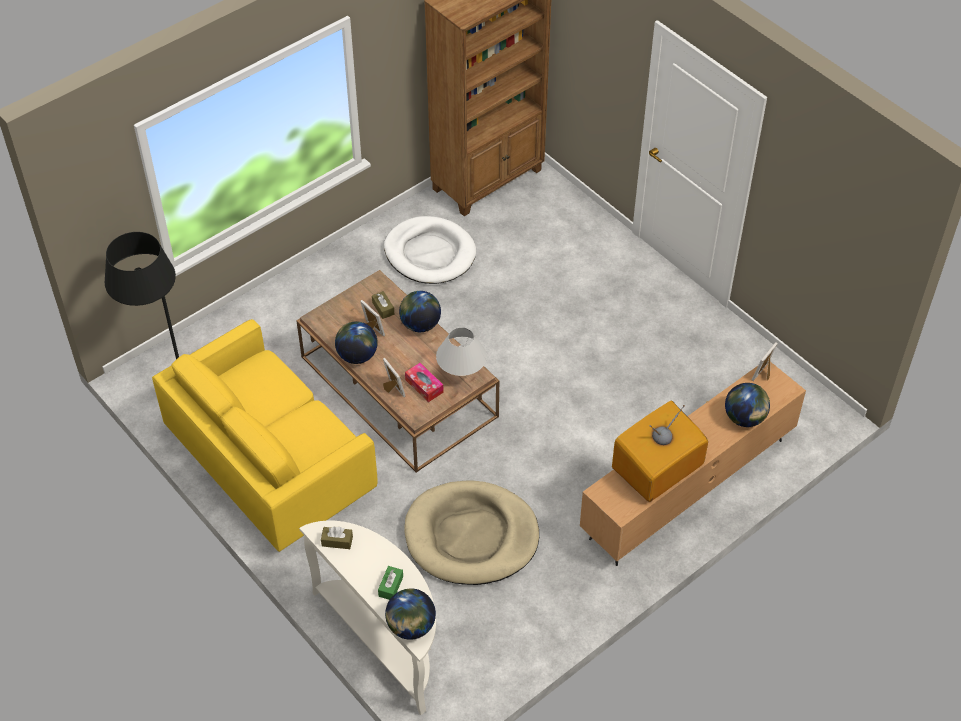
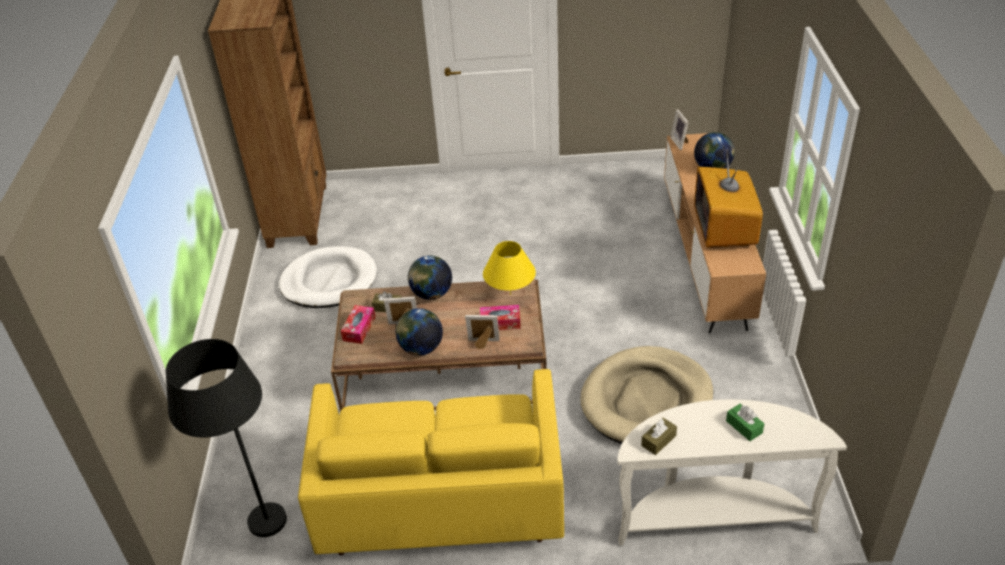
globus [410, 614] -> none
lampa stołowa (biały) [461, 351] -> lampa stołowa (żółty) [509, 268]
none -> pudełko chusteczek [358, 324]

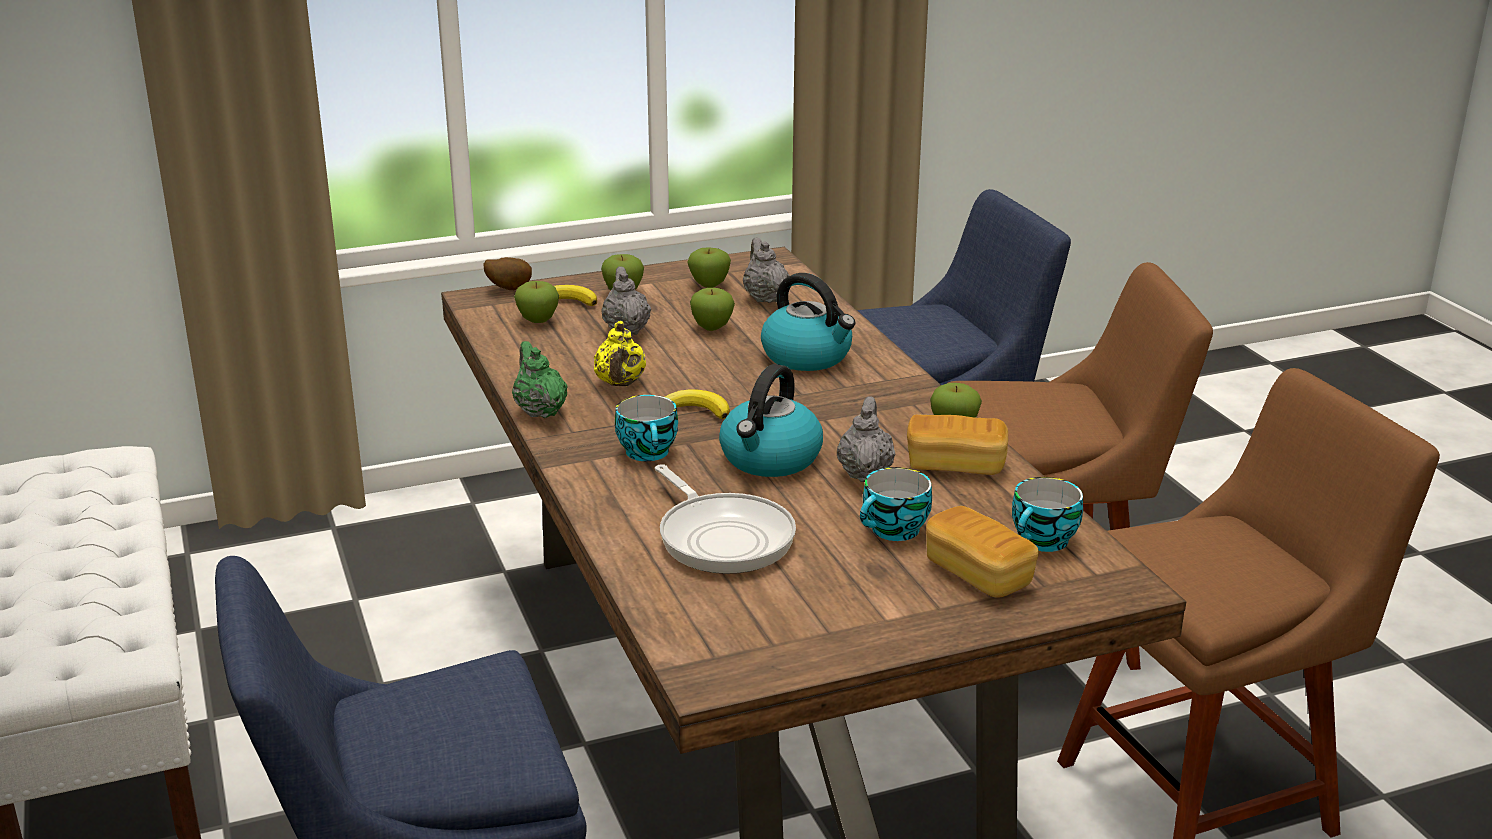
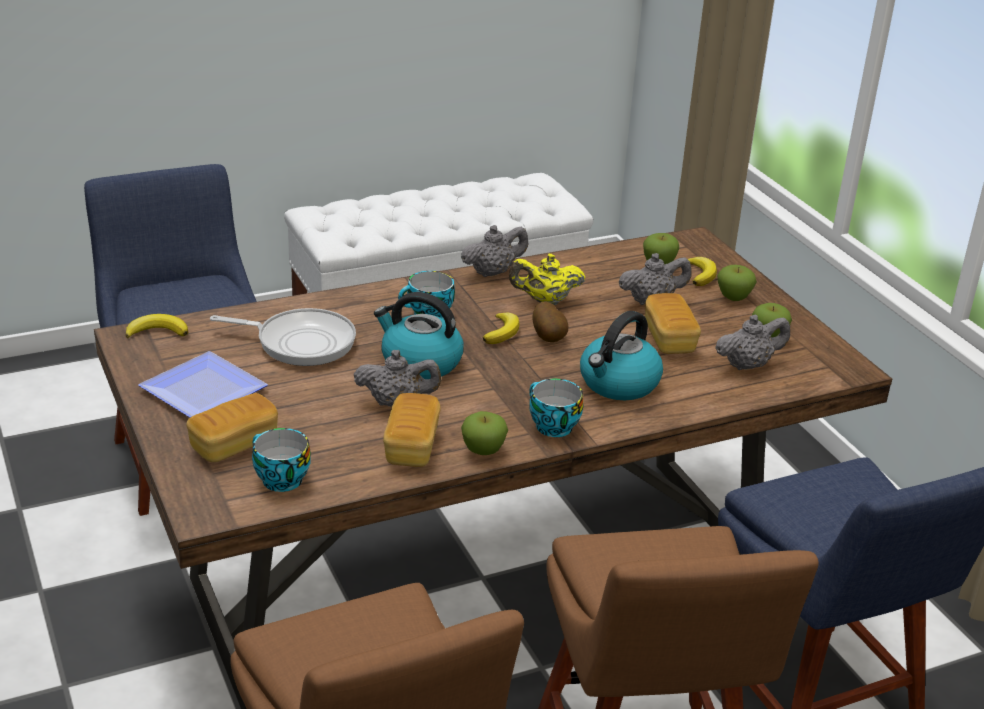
ziemniak [507, 273] -> ziemniak [550, 321], moved
imbryk (zielony) [540, 379] -> imbryk (szary) [494, 251]
patelnia [725, 519] -> patelnia [283, 337], 135 degrees counterclockwise
jabłko [712, 309] -> chleb [673, 323]
filiżanka [896, 504] -> filiżanka [556, 408], moved
none -> banan [157, 326]
none -> talerz [203, 384]

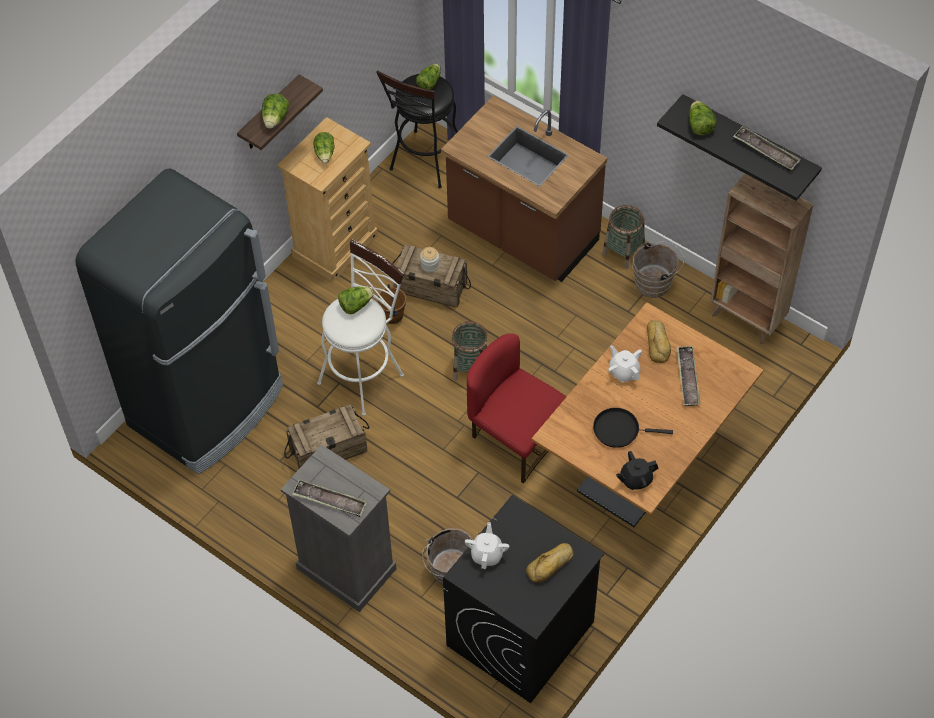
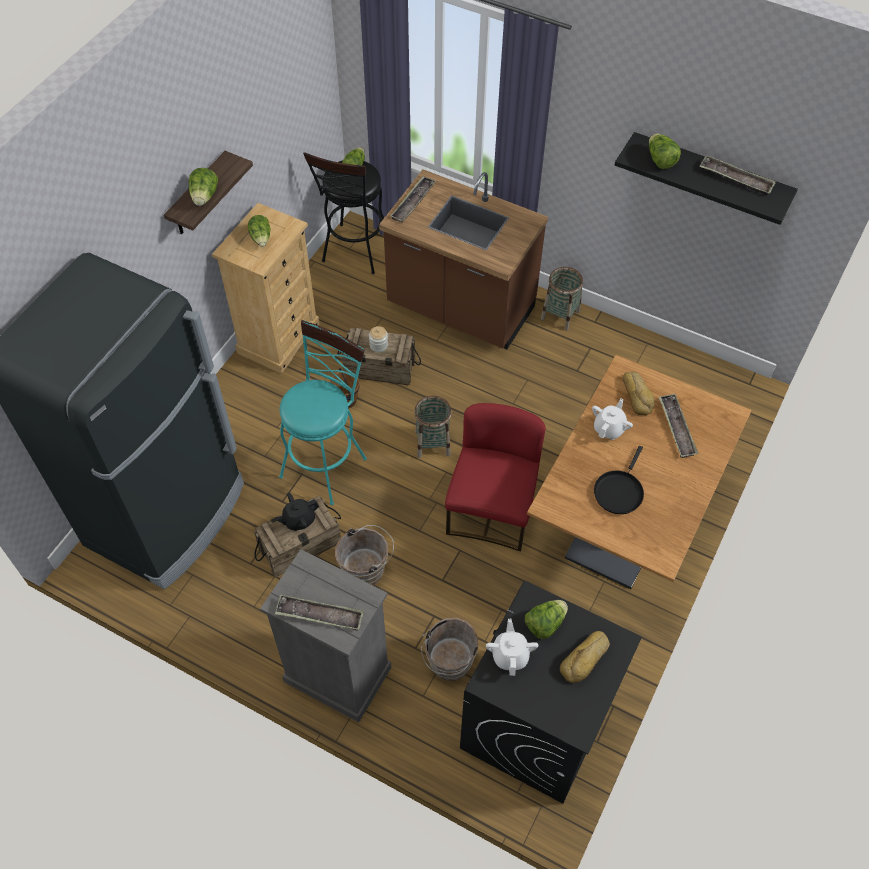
stołek (biały) [360, 327] -> stołek (turkusowy) [323, 412]
sałata [356, 300] -> sałata [546, 619], moved
krzesło (czerwony) [517, 408] -> krzesło (czerwony) [495, 477], 75 degrees clockwise
patelnia (czarny) [633, 428] -> patelnia (czarny) [619, 480], 60 degrees counterclockwise
imbryk (biały) [625, 363] -> imbryk (biały) [612, 419], 75 degrees clockwise
imbryk (czarny) [637, 470] -> imbryk (czarny) [297, 512], moved
wiadro (brązowy) [658, 270] -> wiadro (brązowy) [364, 555], moved
regał (brązowy) [761, 259] -> none
none -> taca [413, 199]

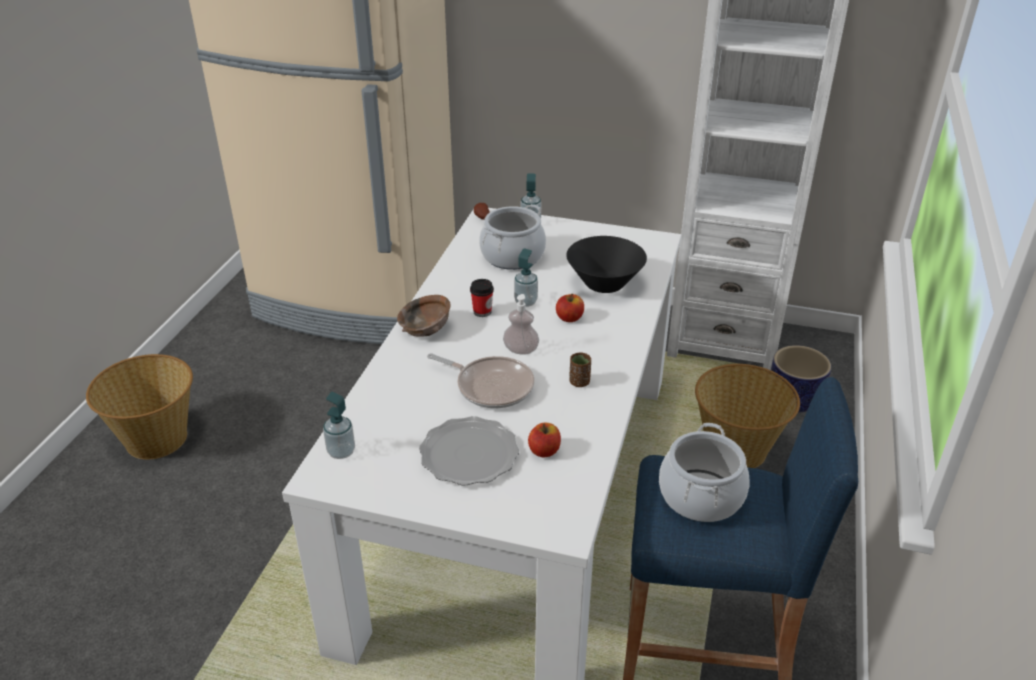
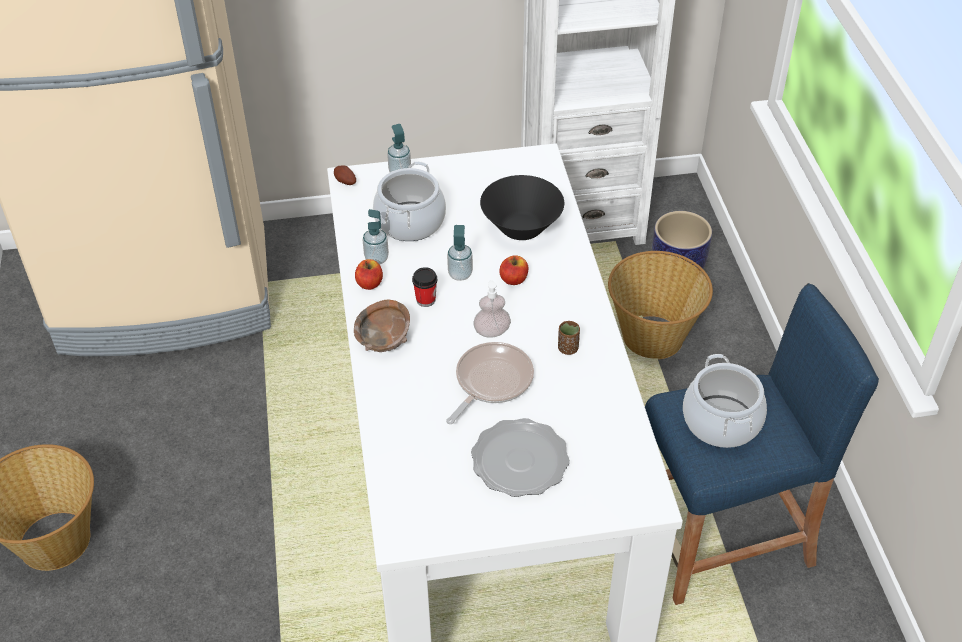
dozownik mydła [339, 425] -> dozownik mydła [376, 237], moved
patelnia [480, 380] -> patelnia [490, 383], 60 degrees counterclockwise
jabłko [544, 439] -> jabłko [369, 274], moved

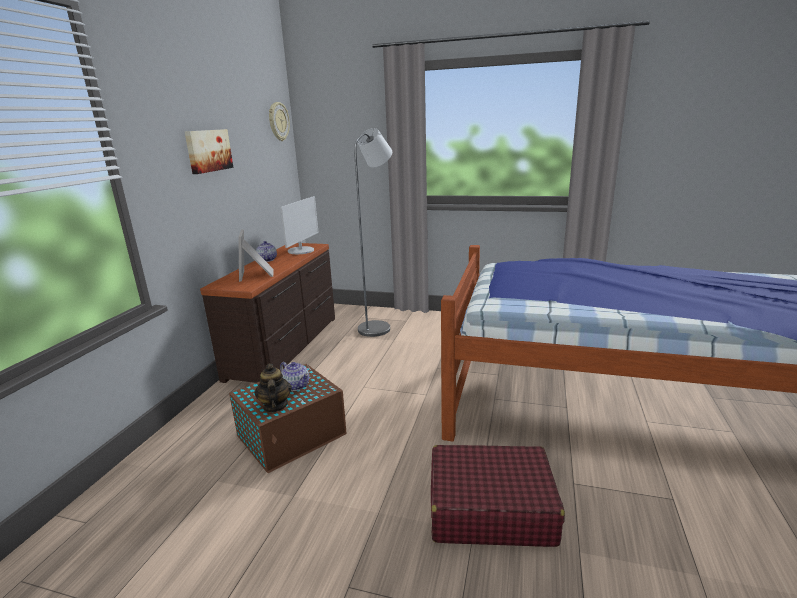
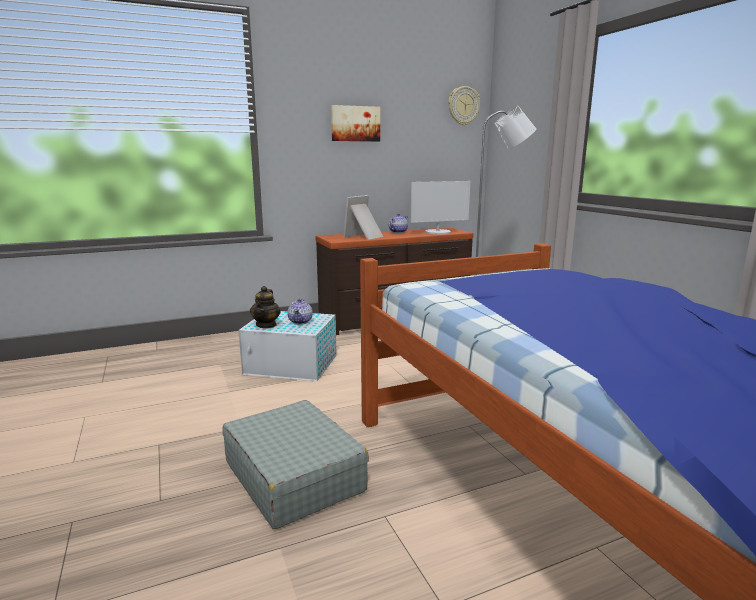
pojemnik do przechowywania (brązowy) [288, 418] -> pojemnik do przechowywania (biały) [287, 346]
imbryk [273, 388] -> imbryk [265, 307], 150 degrees clockwise
walizka (czerwony) [498, 496] -> walizka (szary) [296, 464]

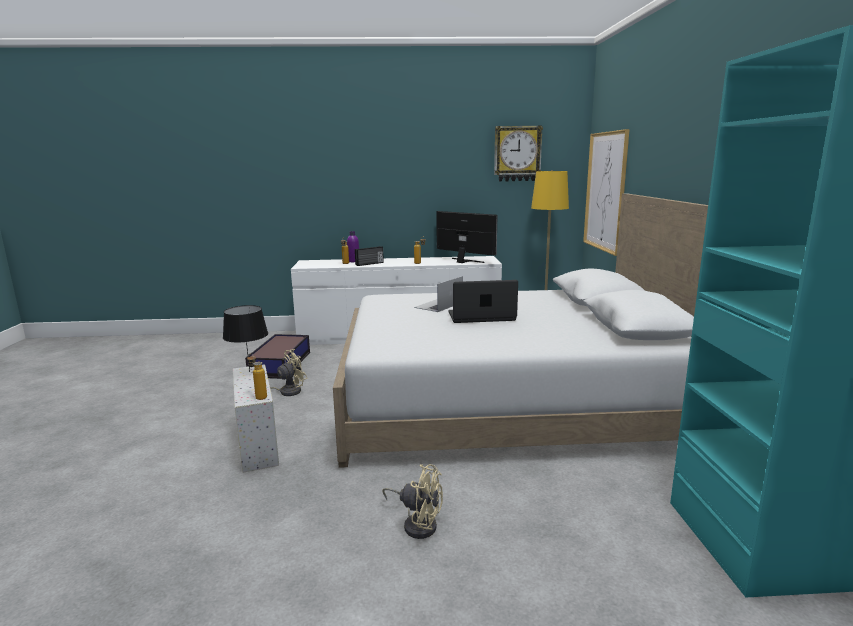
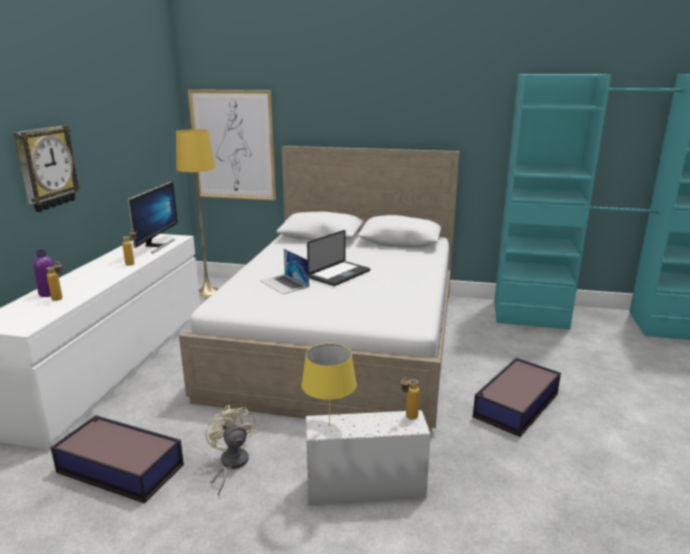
lampa stołowa (czarny) [245, 338] -> lampa stołowa (żółty) [329, 385]
radio [369, 256] -> none
wentylator (beżowy) [412, 501] -> pojemnik do przechowywania [517, 397]
monitor [467, 237] -> monitor [152, 217], 135 degrees clockwise
laptop [483, 301] -> laptop [338, 258], 150 degrees counterclockwise
zegar ścienny [518, 153] -> zegar ścienny [47, 168], moved

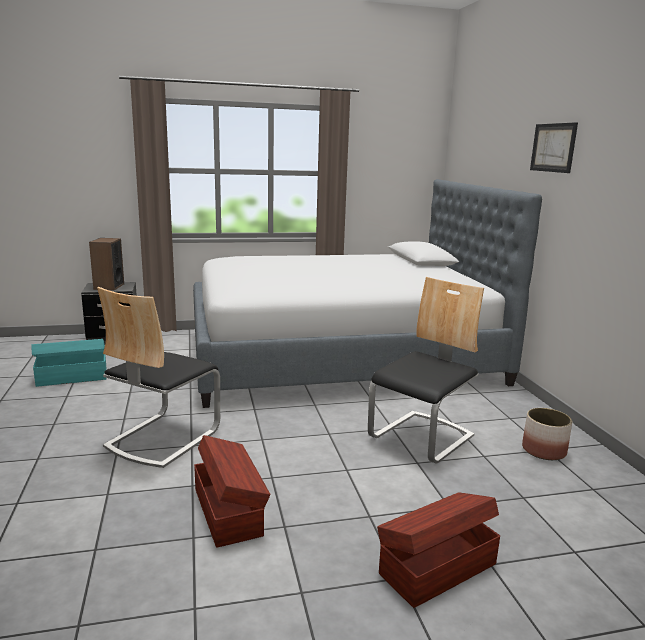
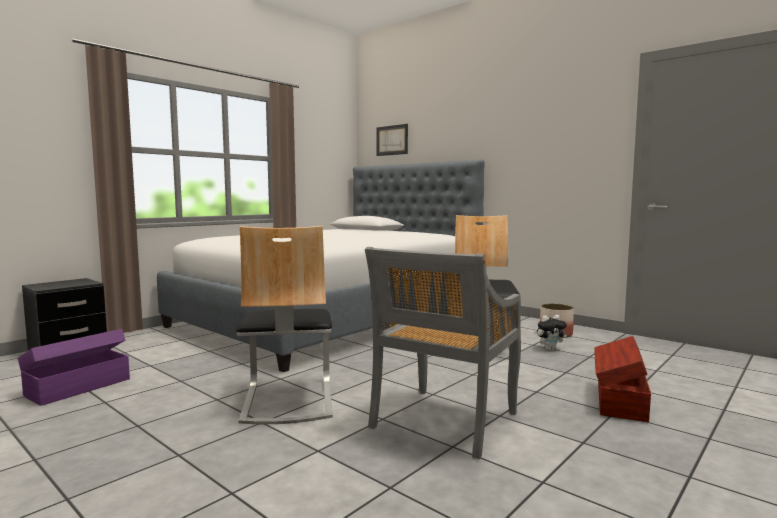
pojemnik do przechowywania (turkusowy) [69, 363] -> pojemnik do przechowywania (fioletowy) [74, 367]
głośnik [106, 264] -> none
pojemnik do przechowywania (brązowy) [232, 491] -> krzesło (szary) [443, 353]
obraz [554, 147] -> obraz [392, 140], moved
none -> pluszak [552, 332]

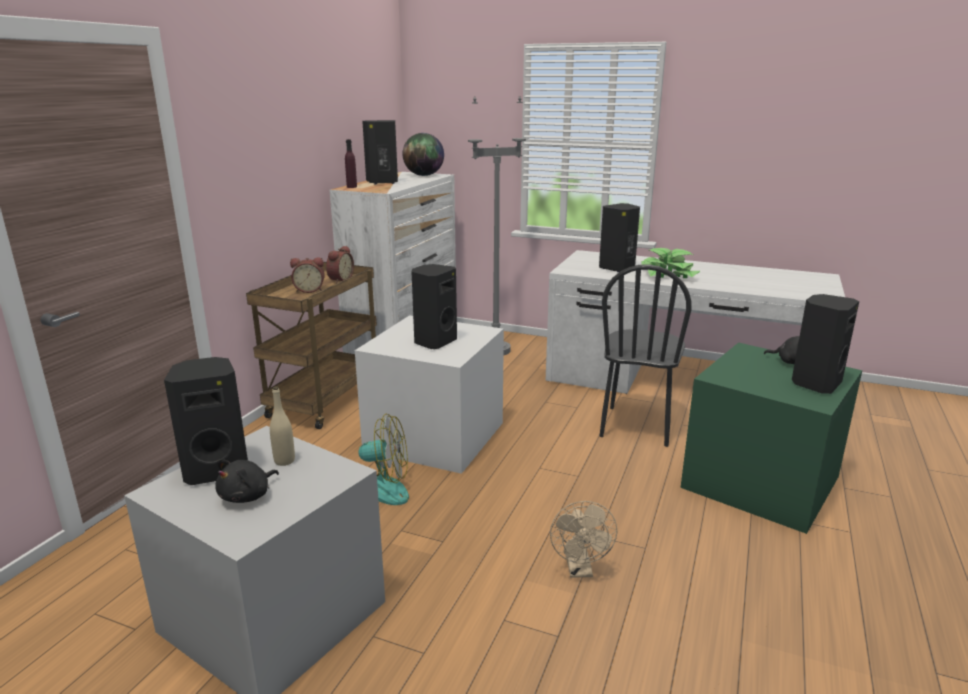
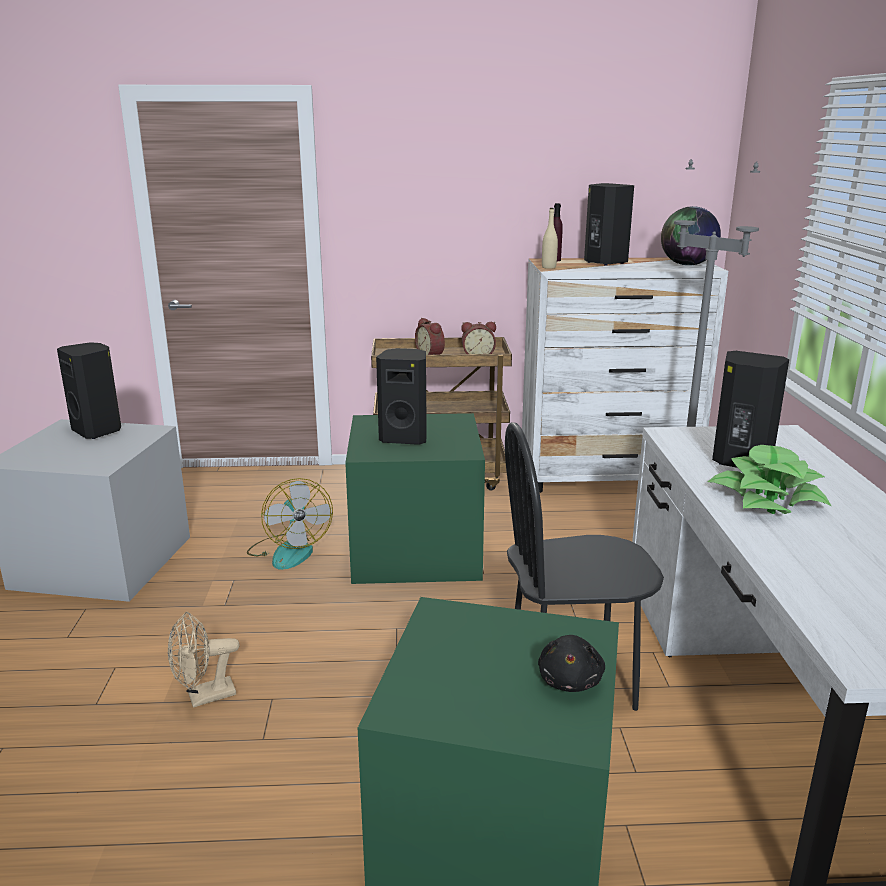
pluszak (czarny) [247, 481] -> none
butelka (beżowy) [282, 426] -> butelka (beżowy) [550, 238], moved
pojemnik do przechowywania (biały) [429, 394] -> pojemnik do przechowywania (zielony) [415, 498]
głośnik (czarny) [825, 344] -> none

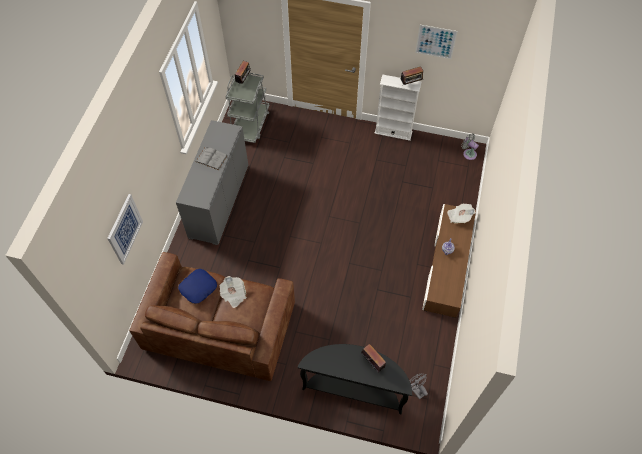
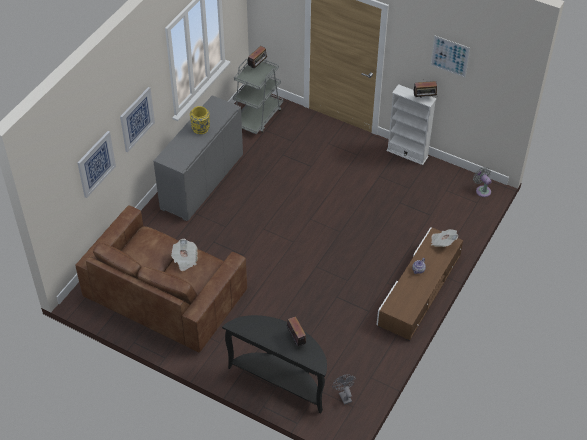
poduszka (niebieski) [197, 286] -> none
książka (szary) [212, 158] -> wazon (żółty) [200, 120]
none -> obraz [137, 119]

